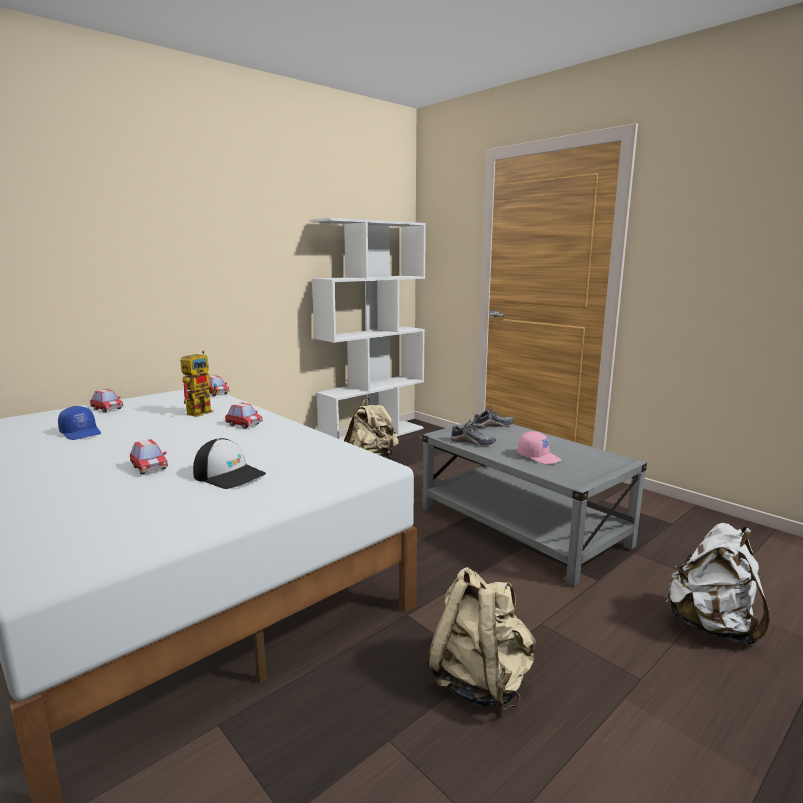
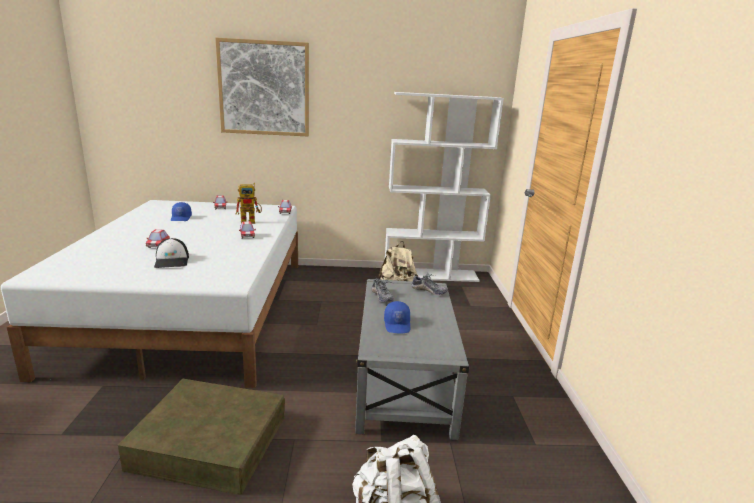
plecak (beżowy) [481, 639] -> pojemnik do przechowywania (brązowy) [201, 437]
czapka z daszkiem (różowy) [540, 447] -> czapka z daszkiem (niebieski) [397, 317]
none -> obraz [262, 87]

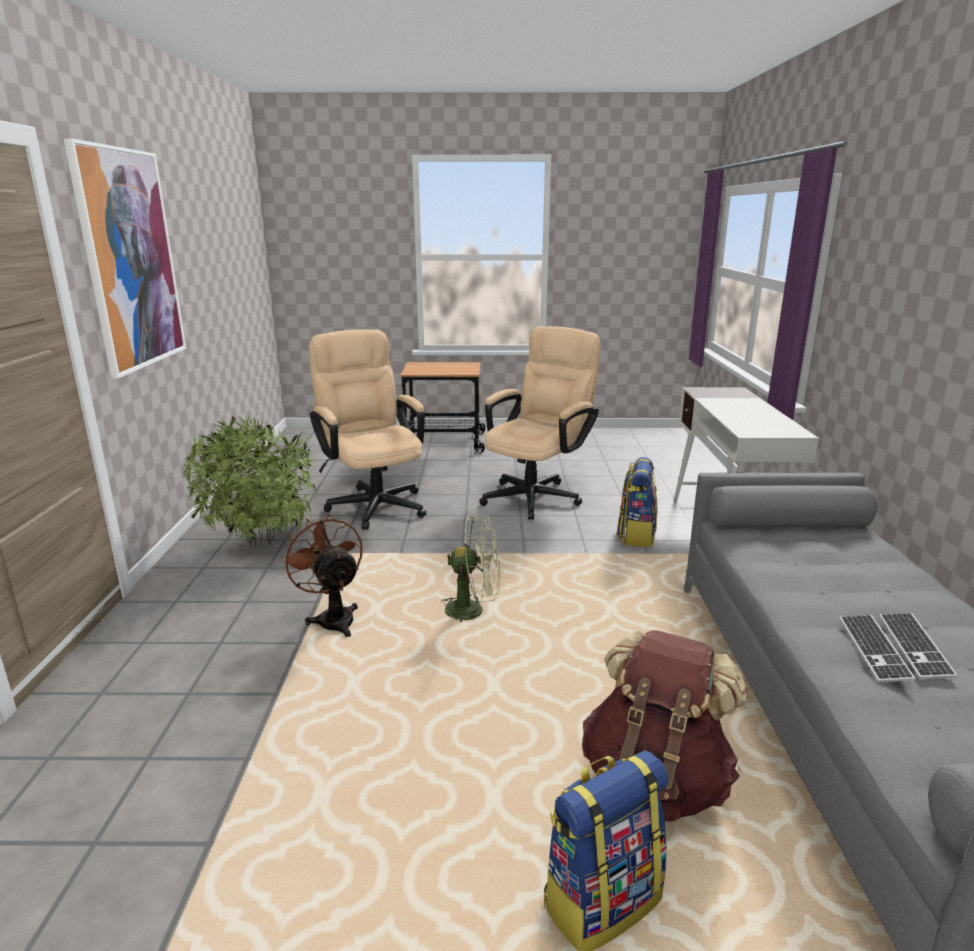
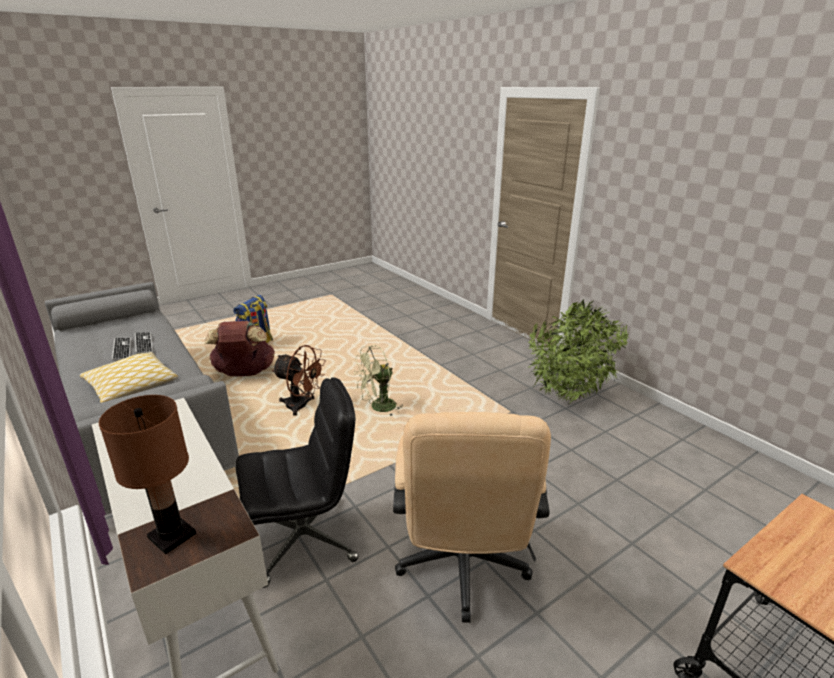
obraz [125, 258] -> none
wentylator (brązowy) [322, 575] -> wentylator (brązowy) [299, 380], moved
krzesło biurowe (beżowy) [367, 429] -> none
plecak [637, 502] -> krzesło biurowe (czarny) [297, 482]
none -> poduszka [129, 377]
none -> lampa stołowa (brązowy) [147, 474]

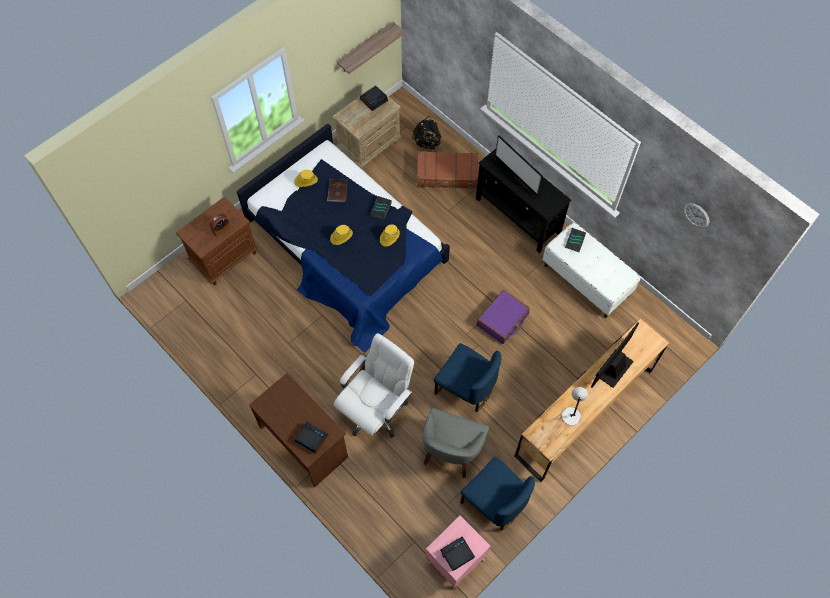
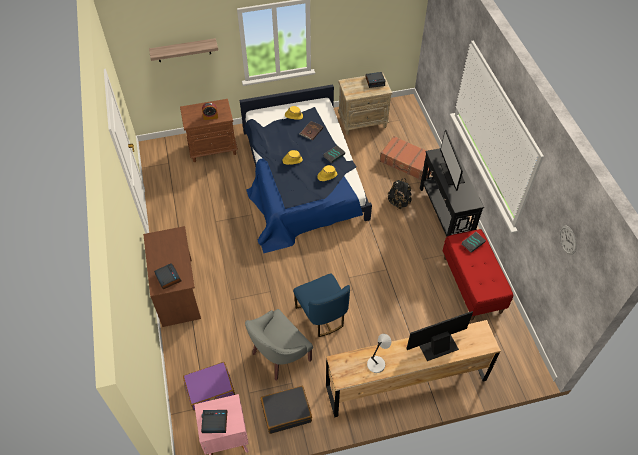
krzesło biurowe (biały) [374, 385] -> none
półka [371, 48] -> półka [183, 50], moved
plecak (czarny) [427, 133] -> plecak (czarny) [400, 194], moved
krzesło (niebieski) [498, 494] -> walizka (czarny) [286, 410]
walizka (fioletowy) [503, 317] -> walizka (fioletowy) [209, 386], moved
ławka (biały) [591, 270] -> ławka (czerwony) [478, 274]

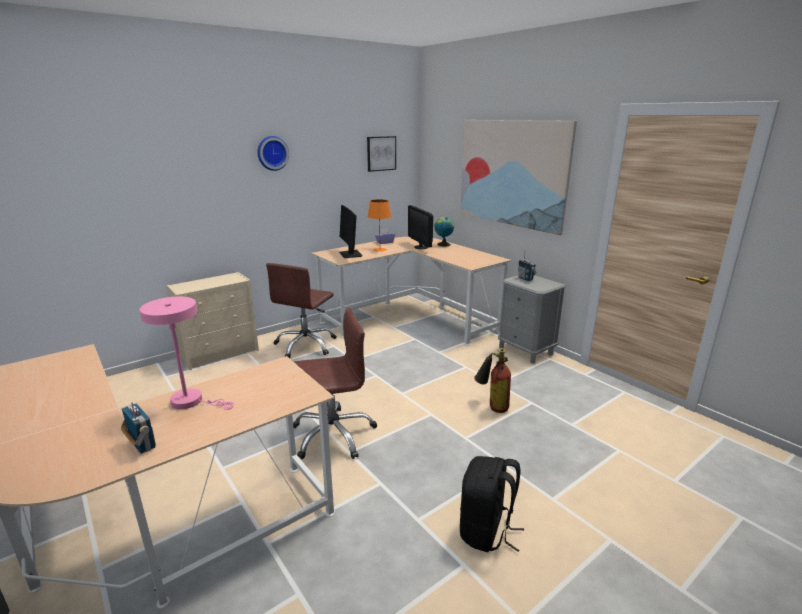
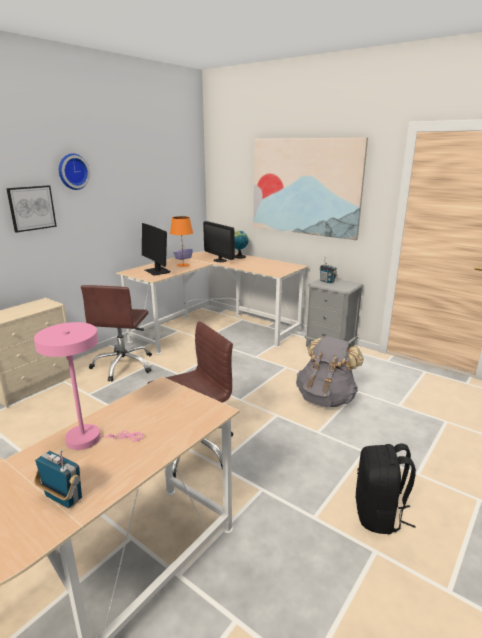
obraz [381, 154] -> obraz [31, 209], moved
gaśnica [492, 380] -> plecak (szary) [330, 371]

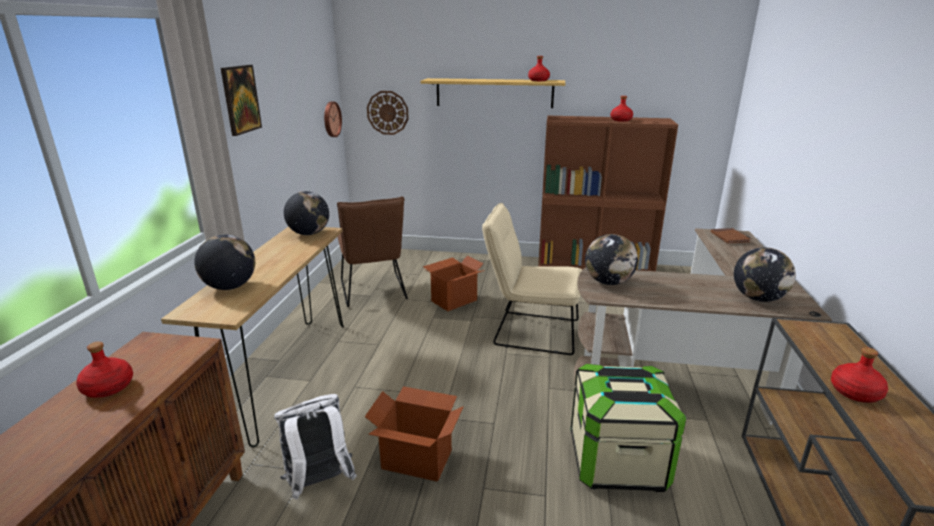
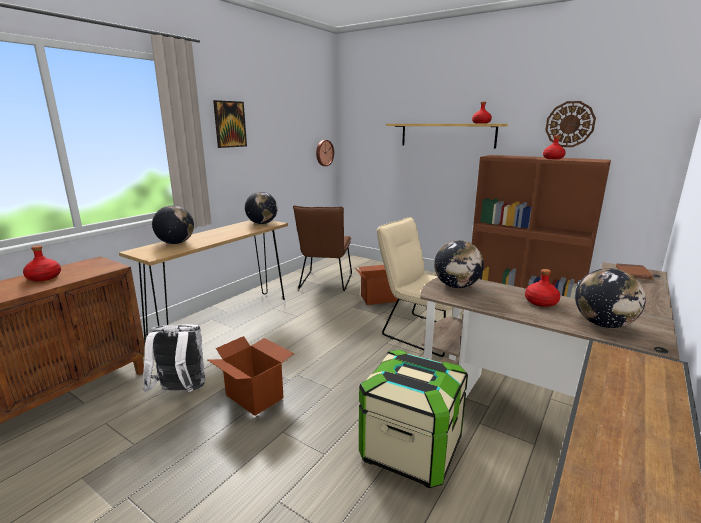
zegar ścienny [388, 113] -> zegar ścienny [570, 124], moved
butelka (czerwony) [859, 375] -> butelka (czerwony) [542, 288], moved

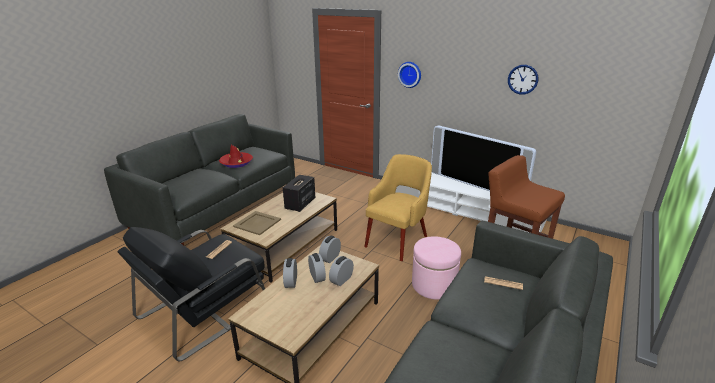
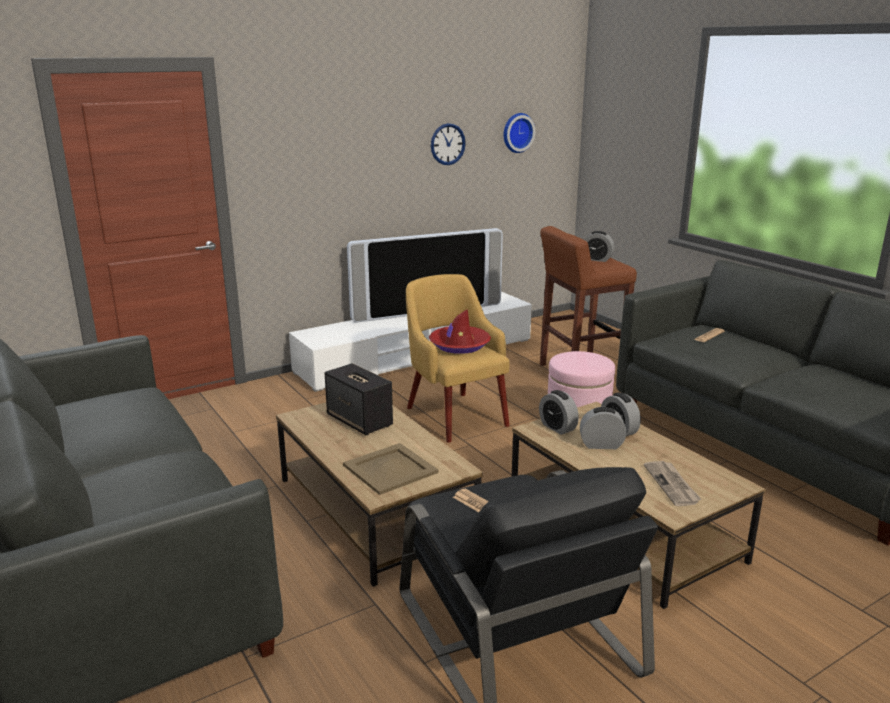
kapelusz (czerwony) [236, 156] -> kapelusz (czerwony) [460, 331], moved
budzik [290, 273] -> budzik [599, 246], moved
zegar ścienny [409, 75] -> zegar ścienny [519, 133], moved
none -> gazeta [672, 483]

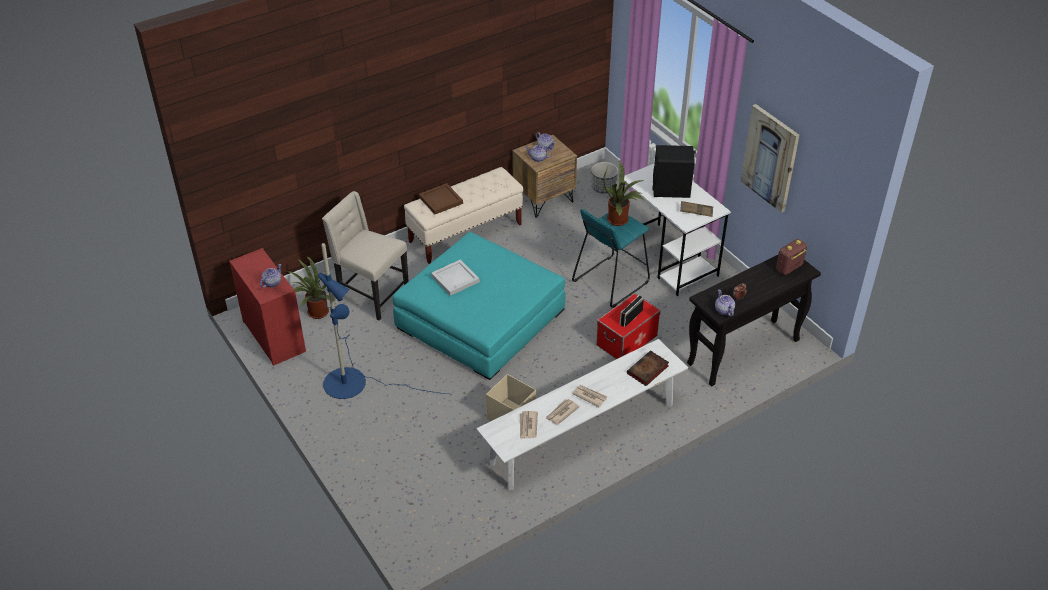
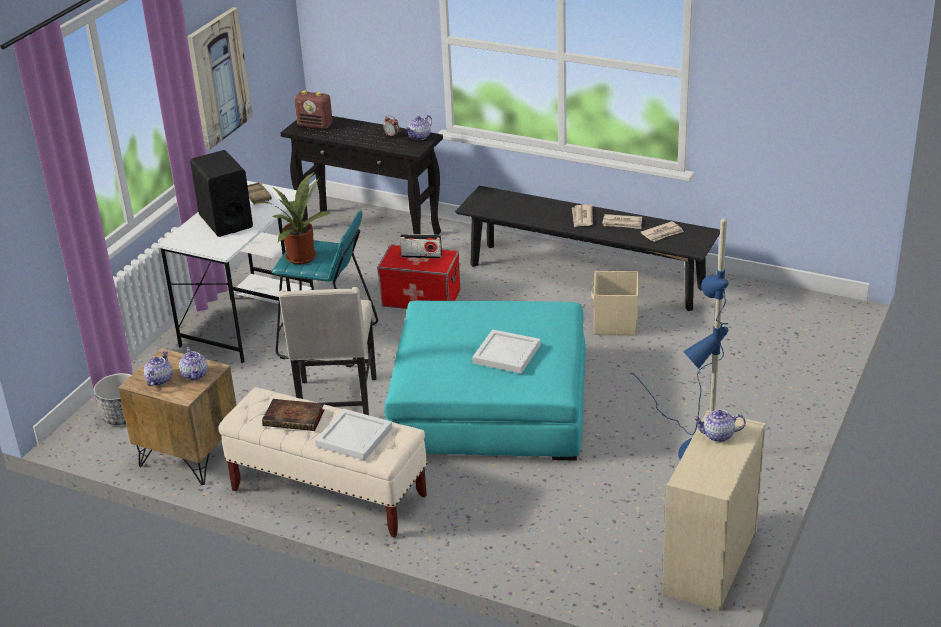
komoda (czerwony) [267, 307] -> komoda (beżowy) [714, 510]
roślina doniczkowa [311, 287] -> none
krzesło (beżowy) [365, 255] -> krzesło (beżowy) [327, 351], moved
taca (brązowy) [441, 198] -> taca (biały) [353, 435]
ławka (biały) [582, 414] -> ławka (czarny) [587, 248]
książka [648, 368] -> książka [293, 415], moved

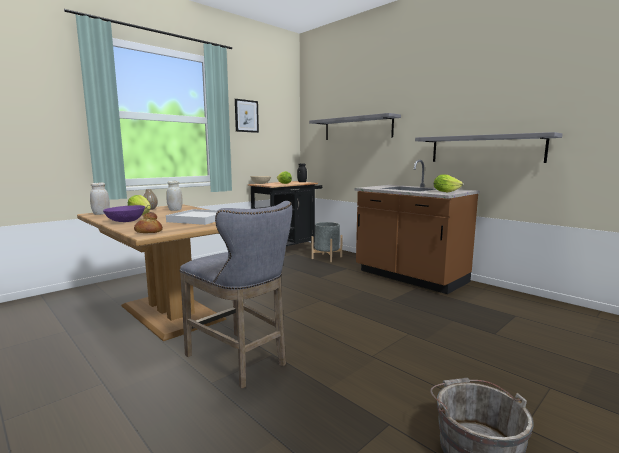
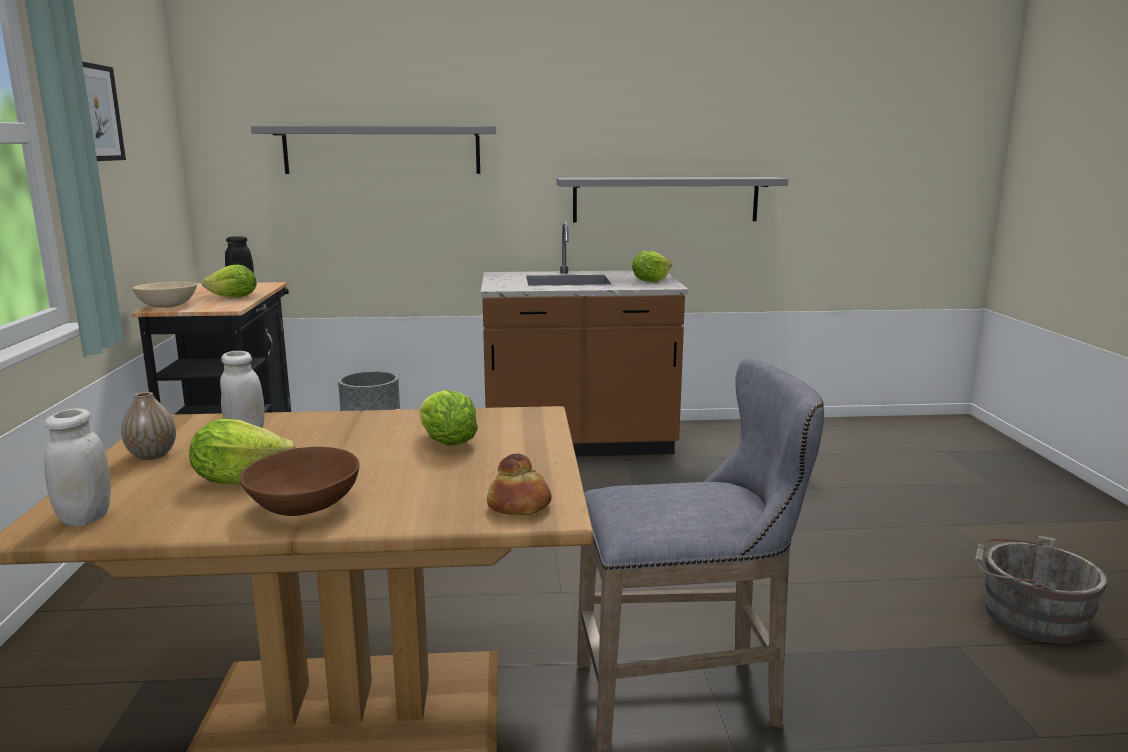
miska (fioletowy) [124, 213] -> miska (brązowy) [300, 481]
taca (biały) [192, 217] -> sałata [449, 418]

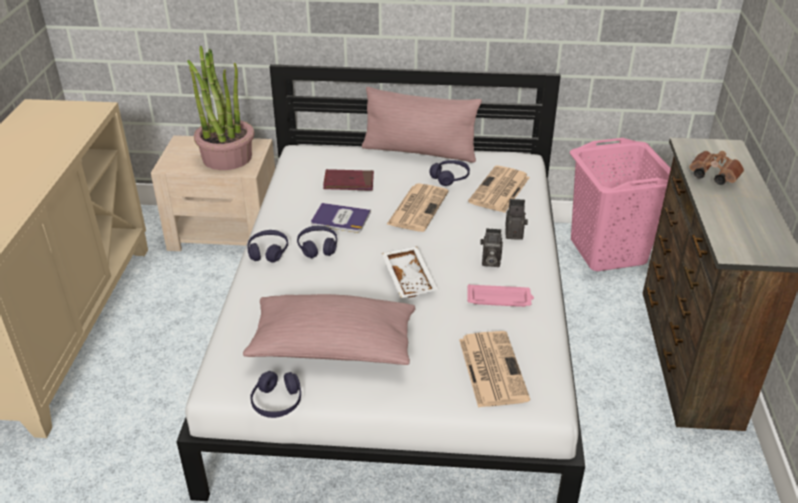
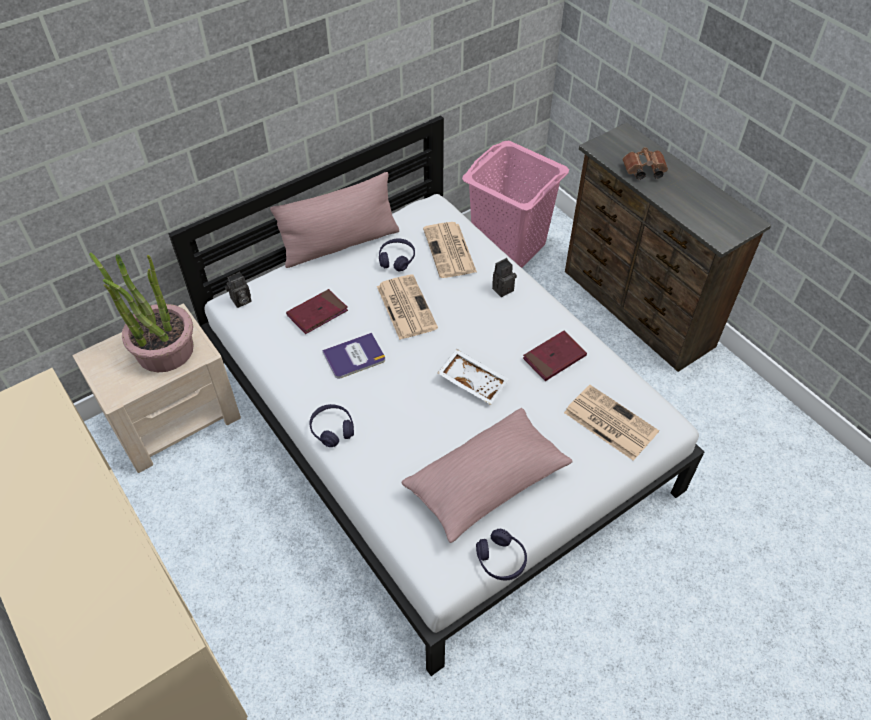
słuchawki (fioletowy) [317, 242] -> none
taca (różowy) [500, 295] -> książka (czerwony) [555, 356]
aparat fotograficzny [491, 247] -> aparat fotograficzny [238, 290], moved

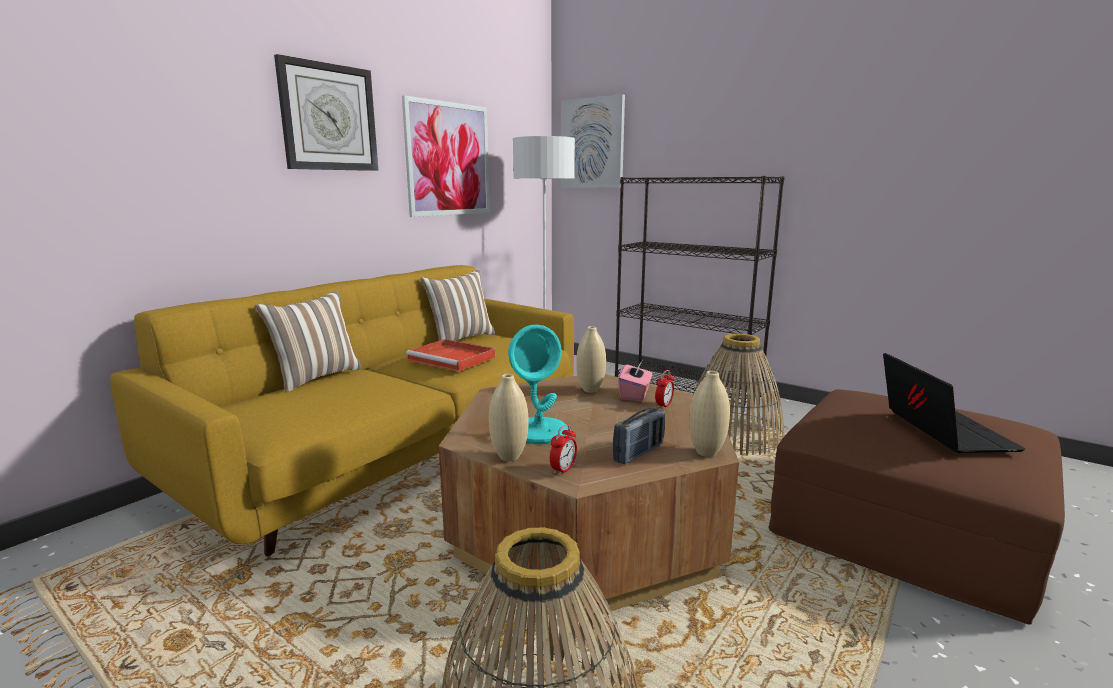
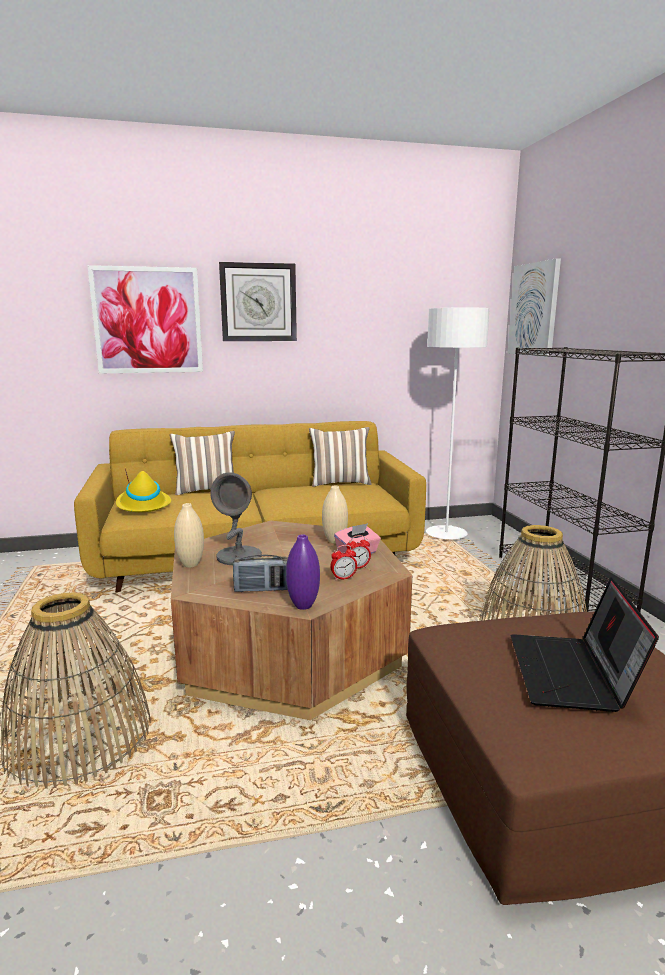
obraz [446, 156] -> obraz [145, 319], moved
taca (czerwony) [450, 355] -> none
lampa stołowa (turkusowy) [538, 384] -> lampa stołowa (szary) [236, 518]
budzik [563, 450] -> budzik [343, 562], moved
wazon (beżowy) [709, 414] -> wazon (fioletowy) [303, 572]
laptop [954, 403] -> laptop [584, 644], 150 degrees clockwise
none -> kapelusz (żółty) [143, 490]

